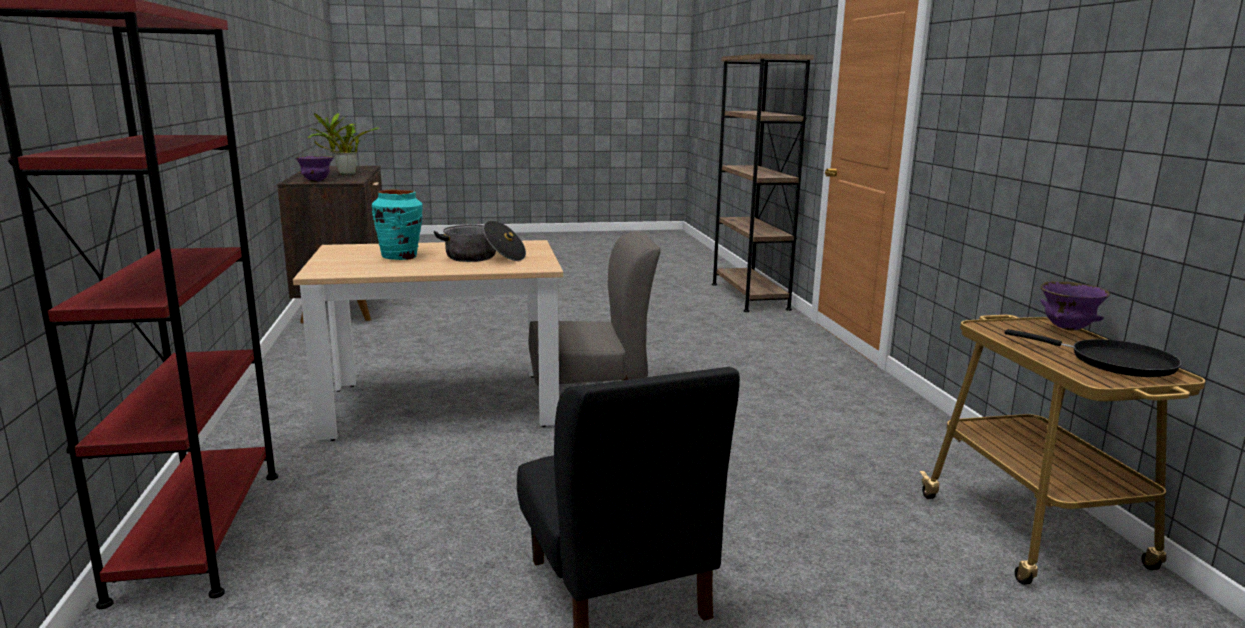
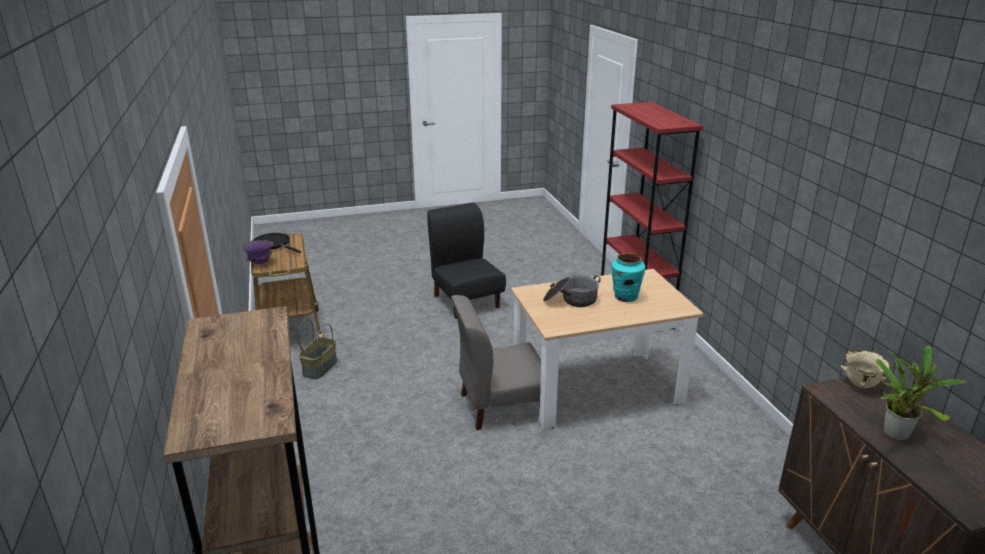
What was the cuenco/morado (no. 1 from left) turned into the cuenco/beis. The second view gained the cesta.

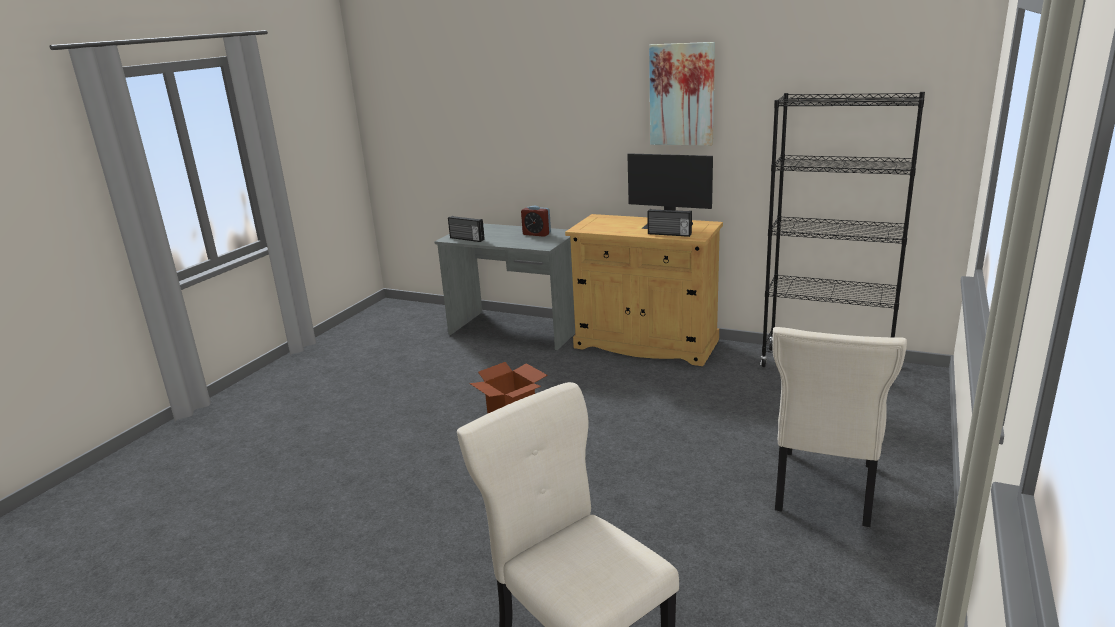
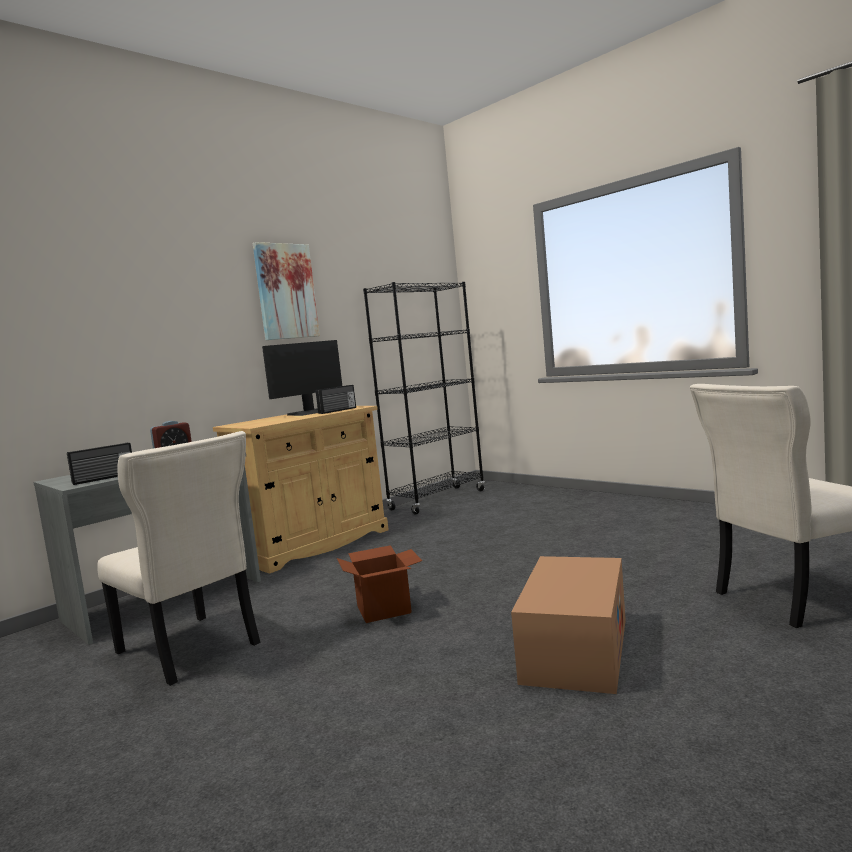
The silla/beis (no. 2 from left in the first image) ended up elsewhere. The second view gained the caja de cartón (no. 2 from left).

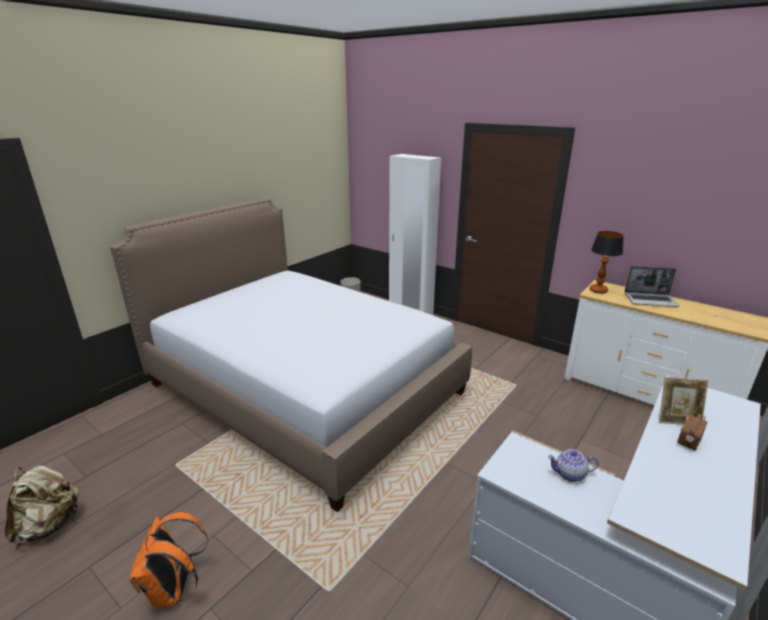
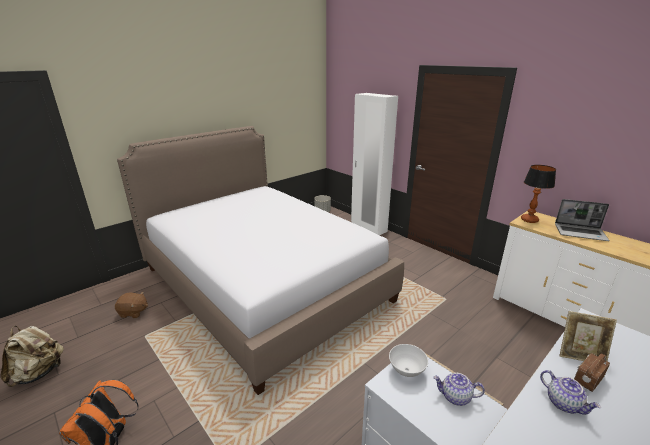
The second view gained the peluche/marrón. The second view gained the cuenco/blanco. The second view gained the tetera (no. 2 from left).

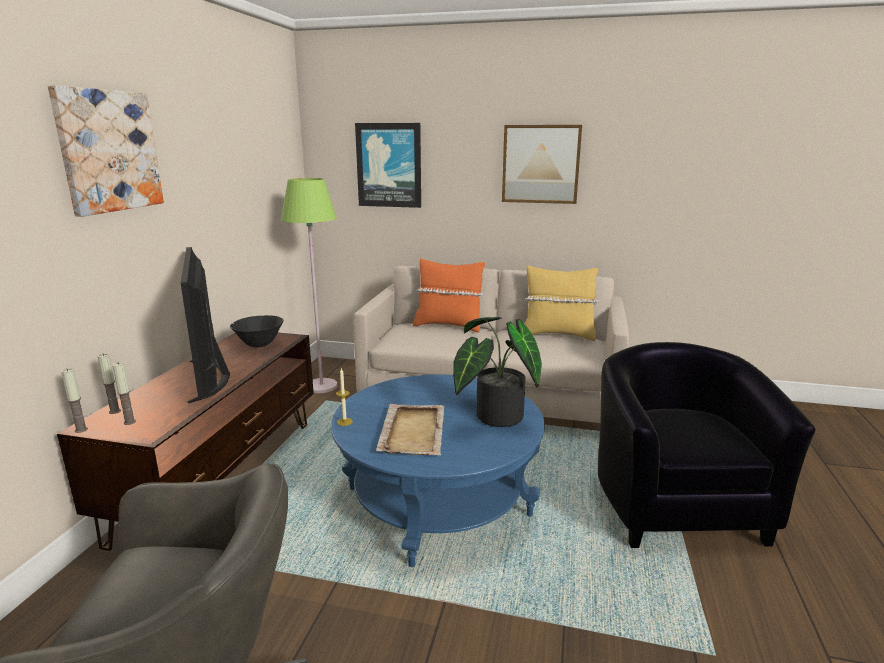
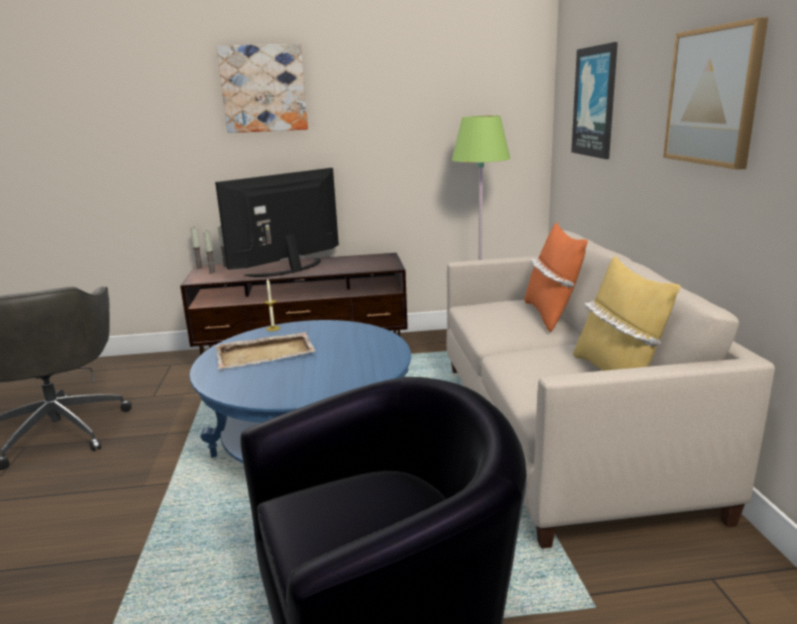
The second view lost the cuenco/negro. The second view lost the planta en maceta.

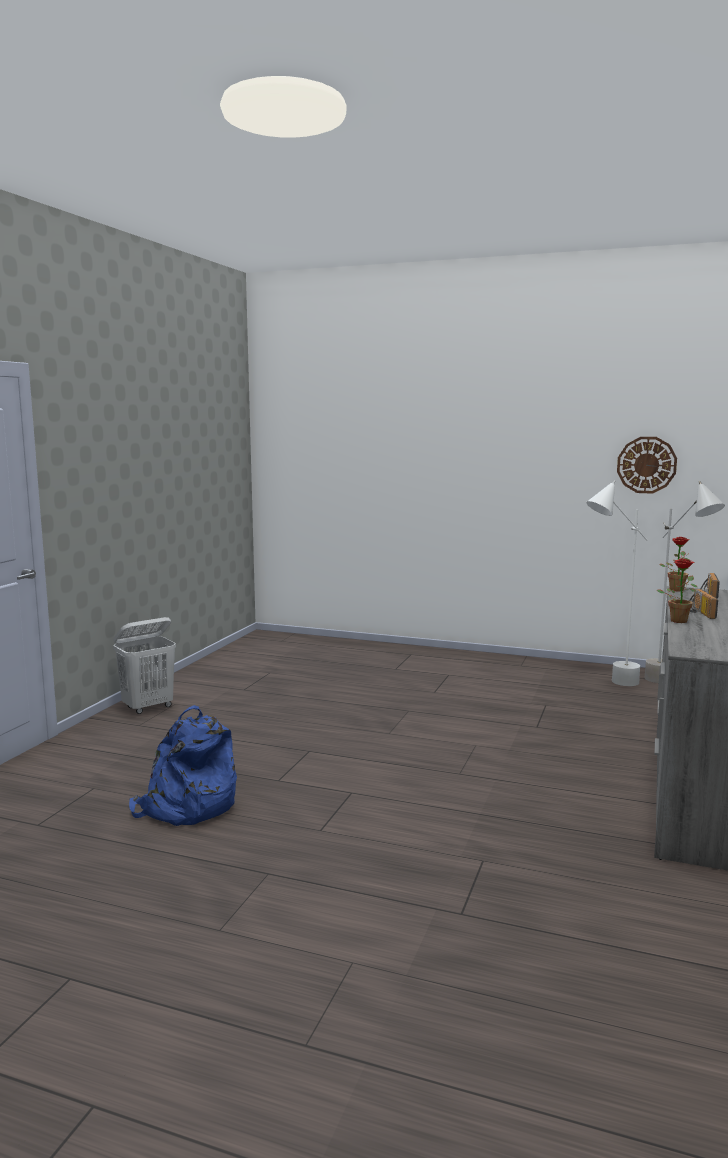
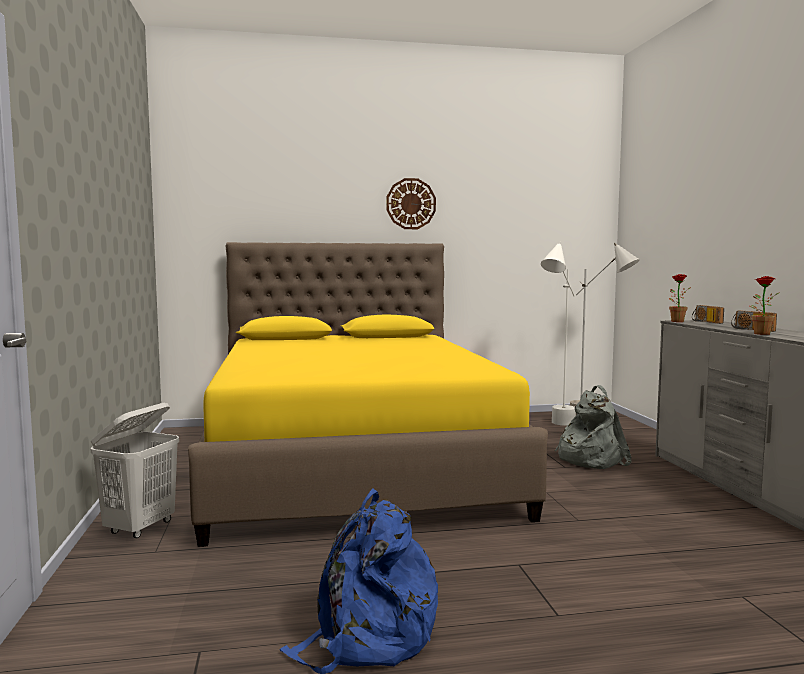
The reloj de pared ended up elsewhere. The second view gained the cama/amarillo. The second view gained the mochila/gris.

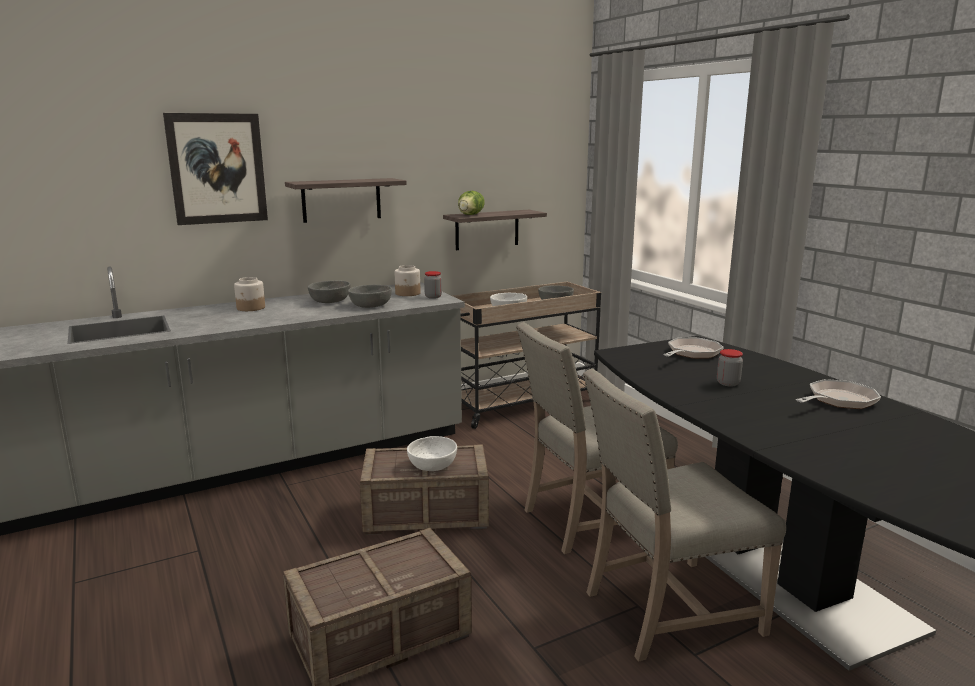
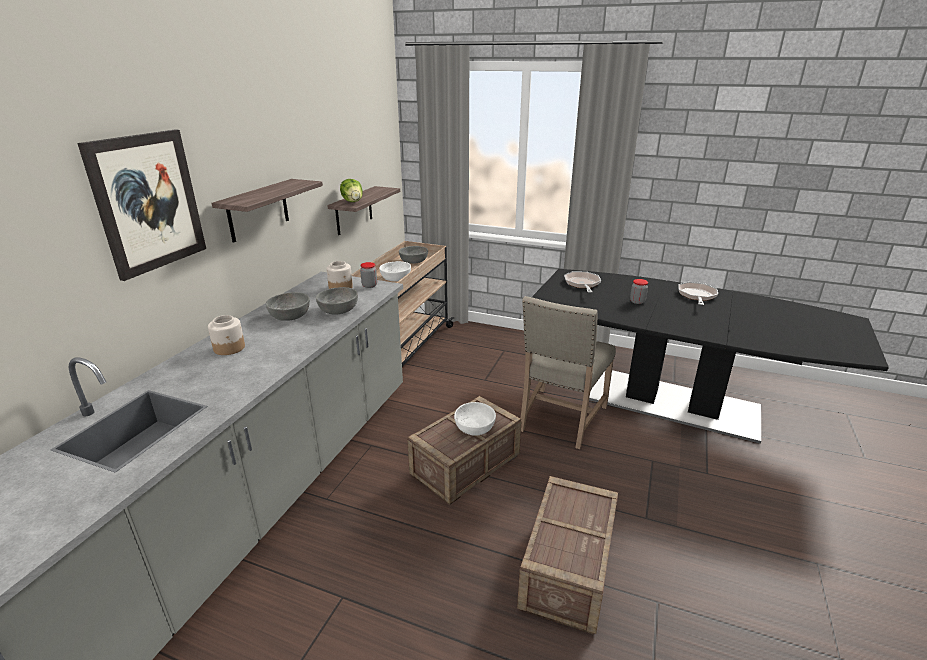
The second view lost the silla/beis (no. 2 from left).

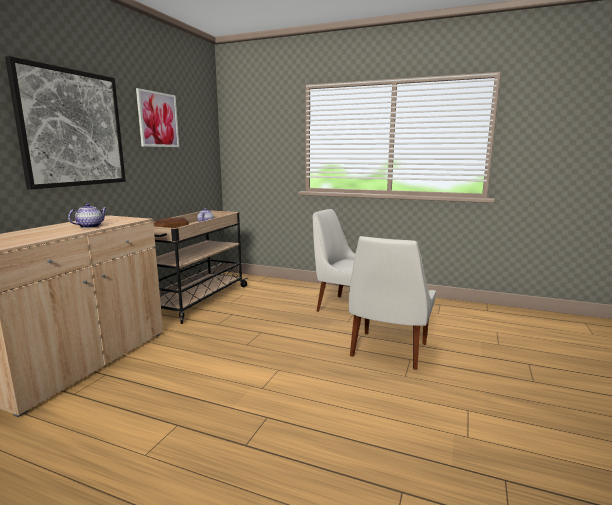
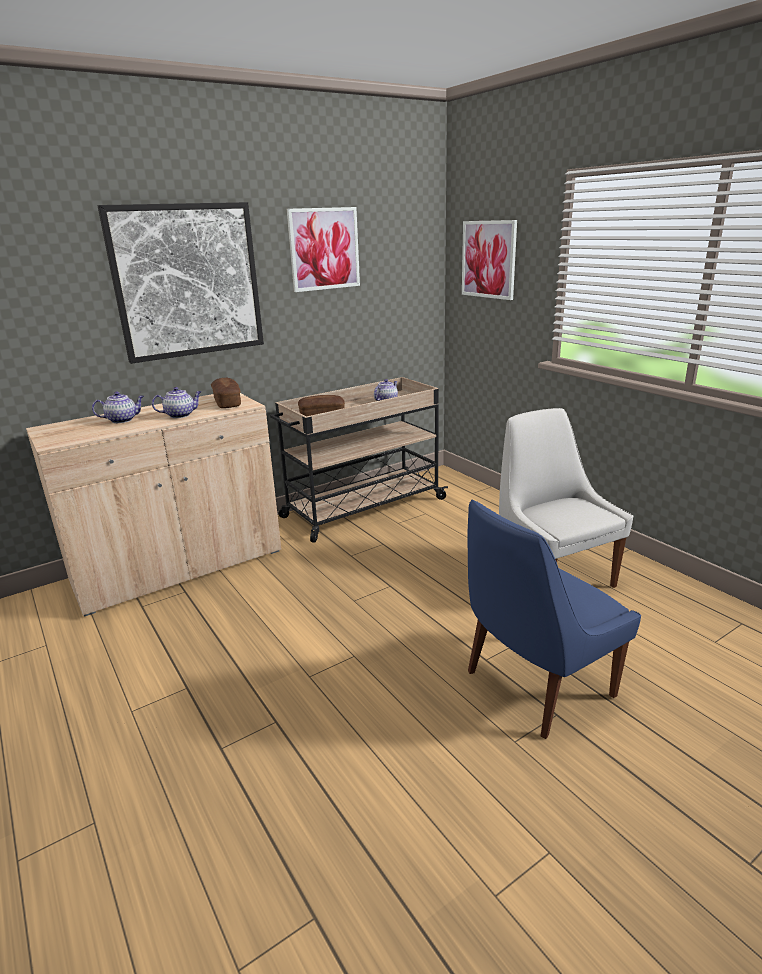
What was the silla/blanco (no. 2 from left) turned into the silla/azul. The second view gained the tetera (no. 1 from left). The second view gained the pan (no. 1 from left). The second view gained the cuadro (no. 3 from left).

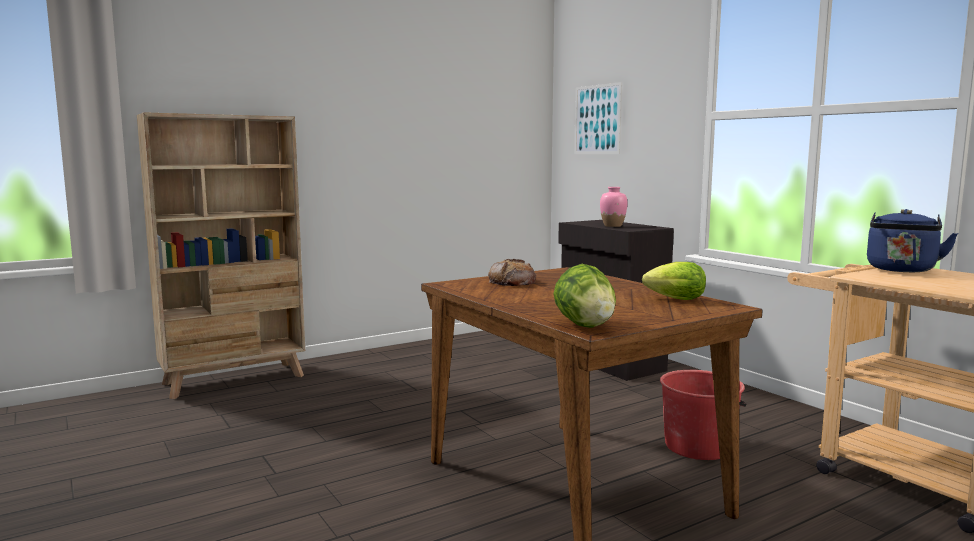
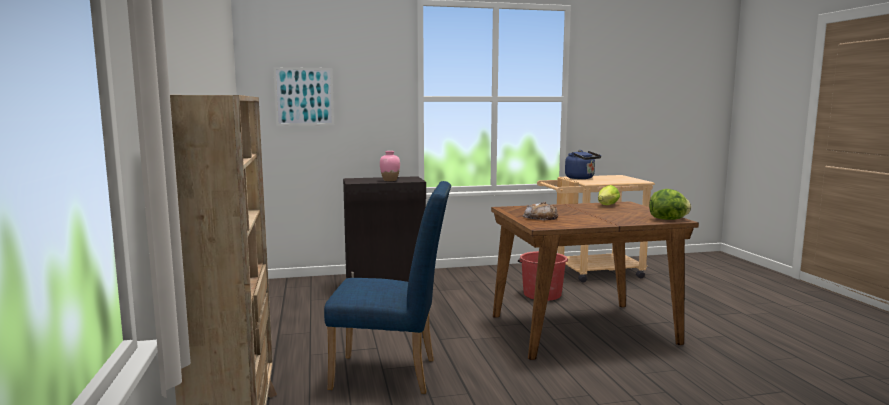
The second view gained the silla/azul.

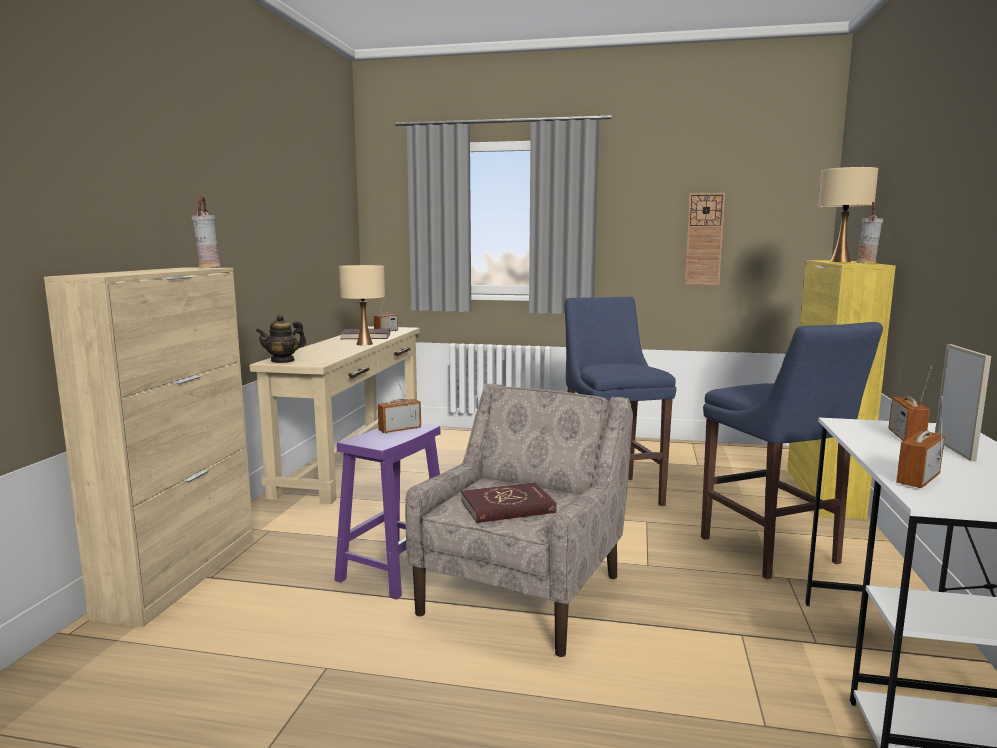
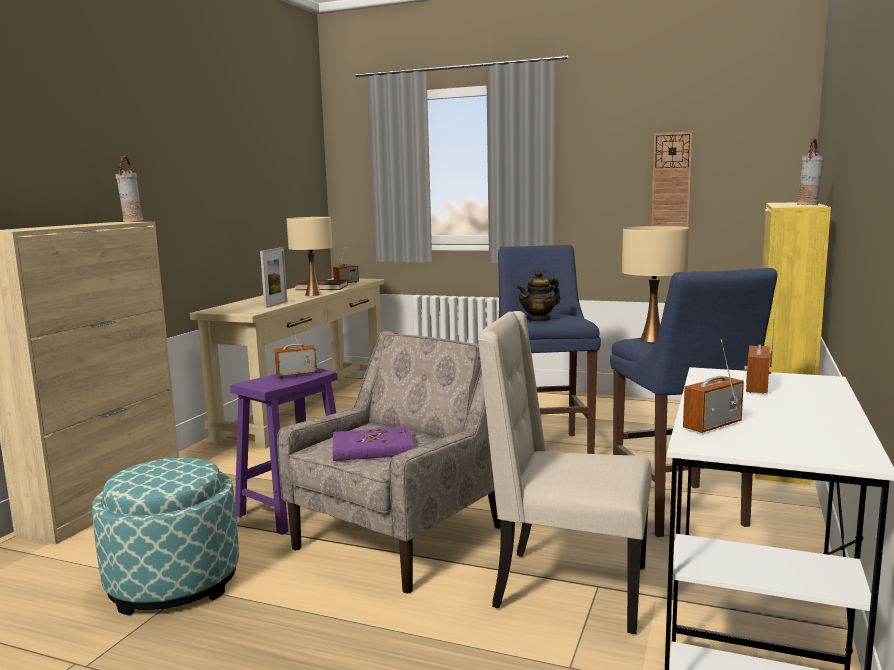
The tetera ended up elsewhere. What was the libro/rojo (no. 2 from left) turned into the libro/morado. The lámpara de mesa/beis (no. 2 from left) ended up elsewhere. The portarretratos ended up elsewhere. The second view gained the puf. The second view gained the silla/beis.

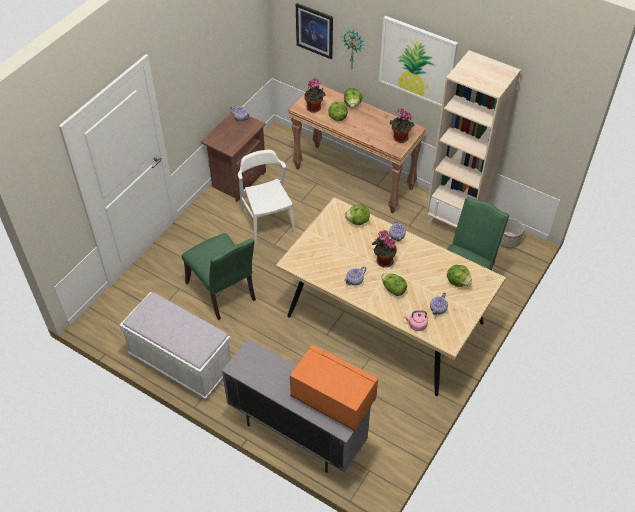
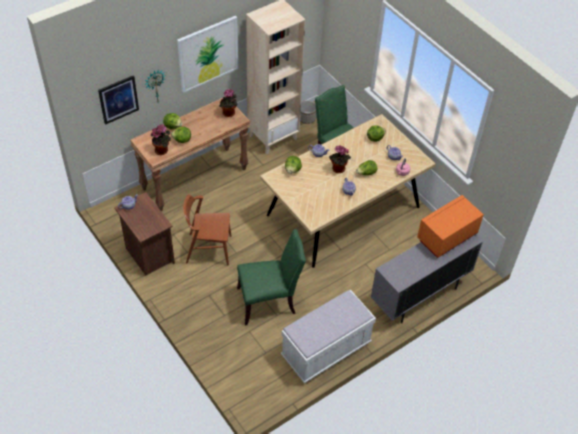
What was the silla/blanco turned into the silla/marrón.

